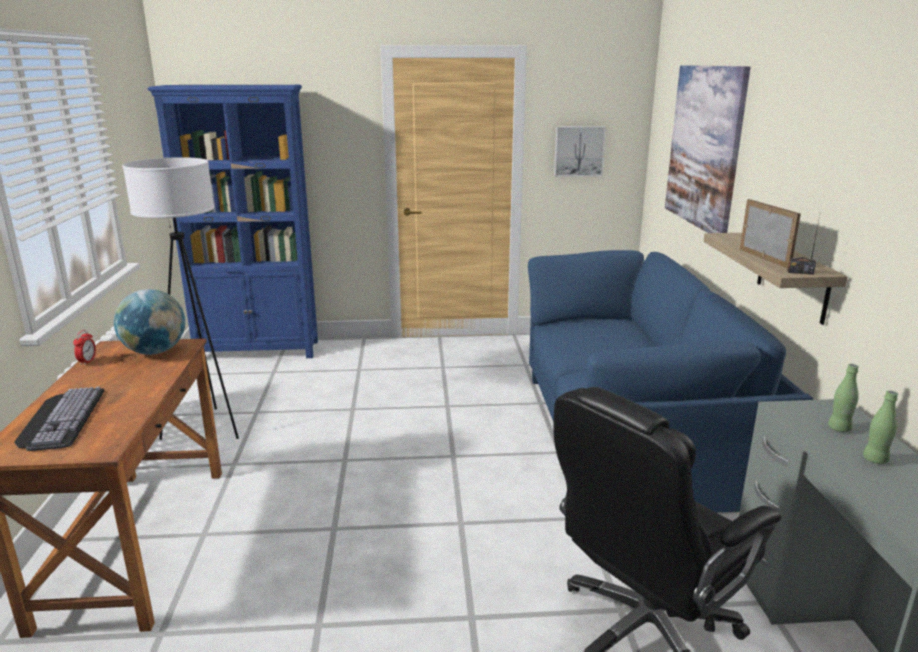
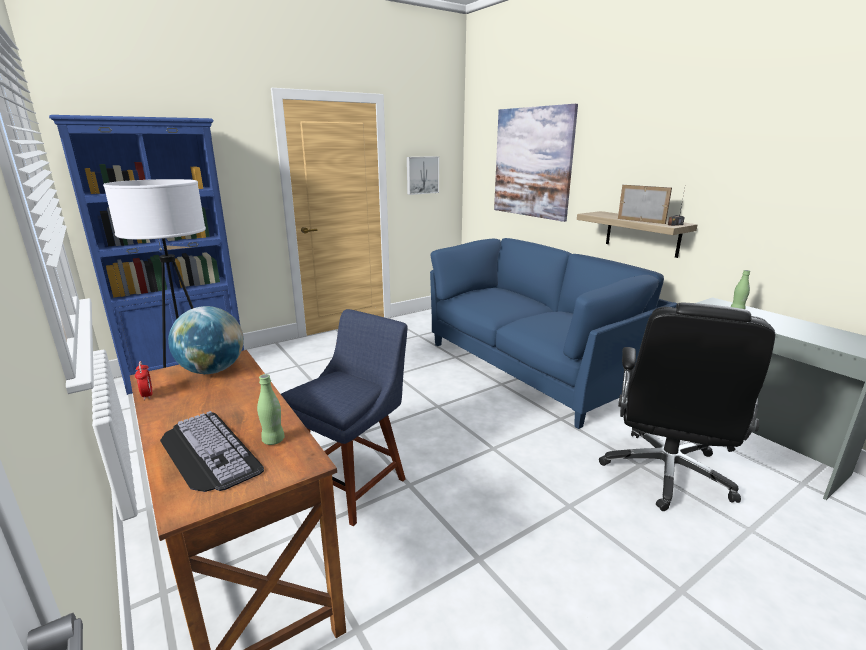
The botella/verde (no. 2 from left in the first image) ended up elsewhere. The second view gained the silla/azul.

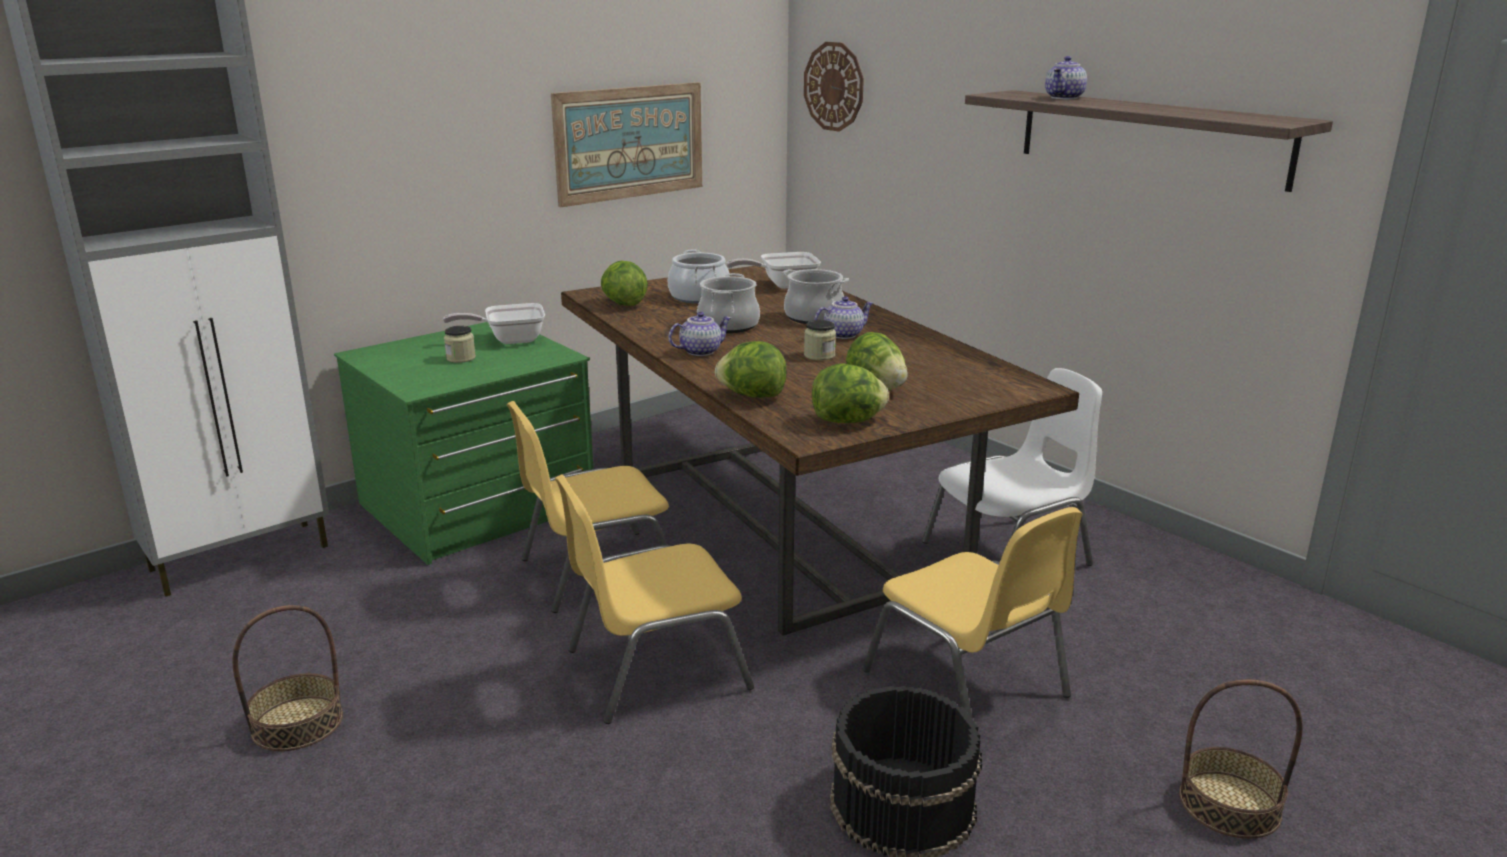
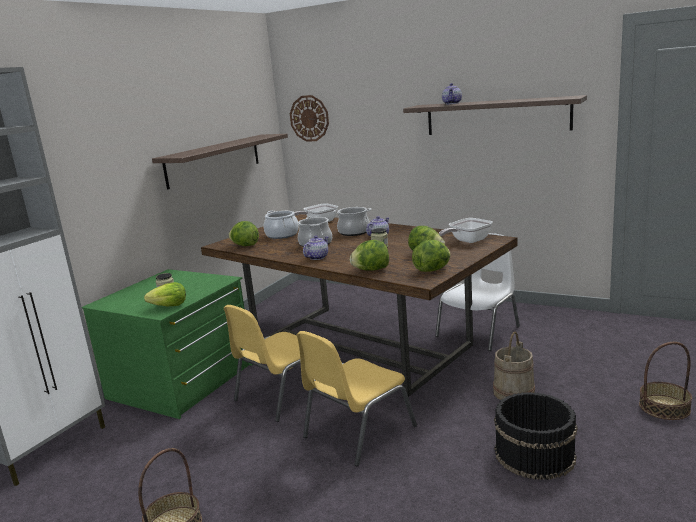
The sartén (no. 1 from left in the first image) ended up elsewhere. Where the cuadro hung, the estante (no. 1 from left) came to hang. Where the silla/amarillo (no. 3 from left) stood, the cubo/beis came to stand. The second view gained the lechuga (no. 1 from left).

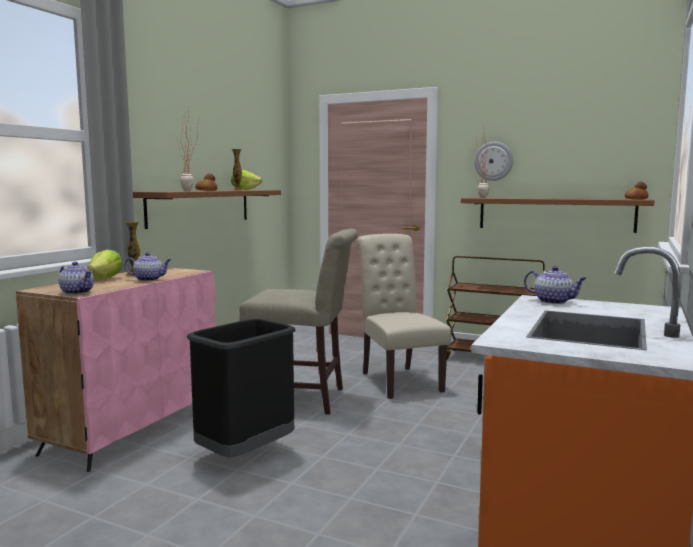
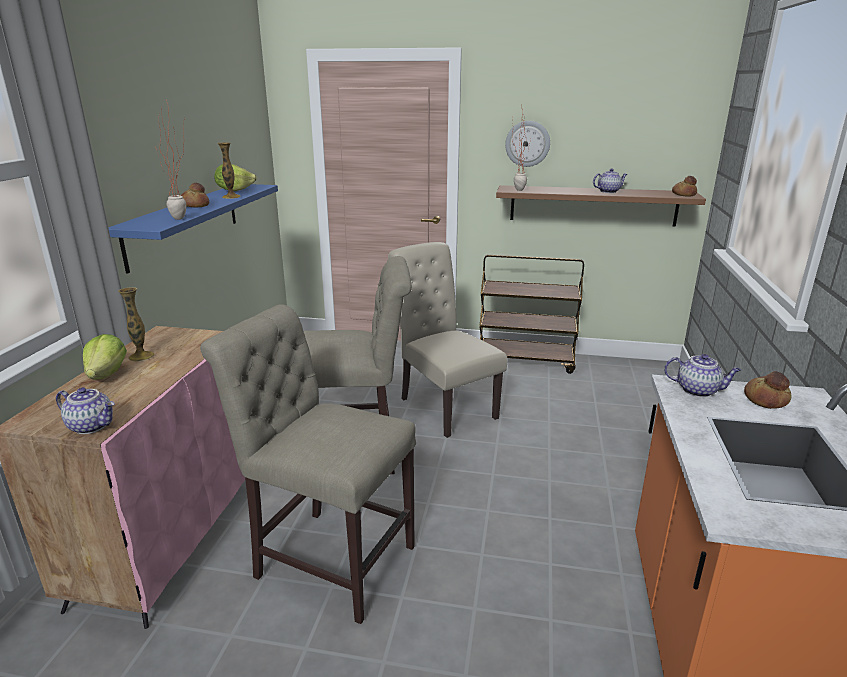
The tetera (no. 2 from left) ended up elsewhere. What was the estante/marrón (no. 1 from left) turned into the estante/azul. Where the papelera/negro stood, the silla/beis (no. 1 from left) came to stand. The second view gained the pan (no. 3 from left).

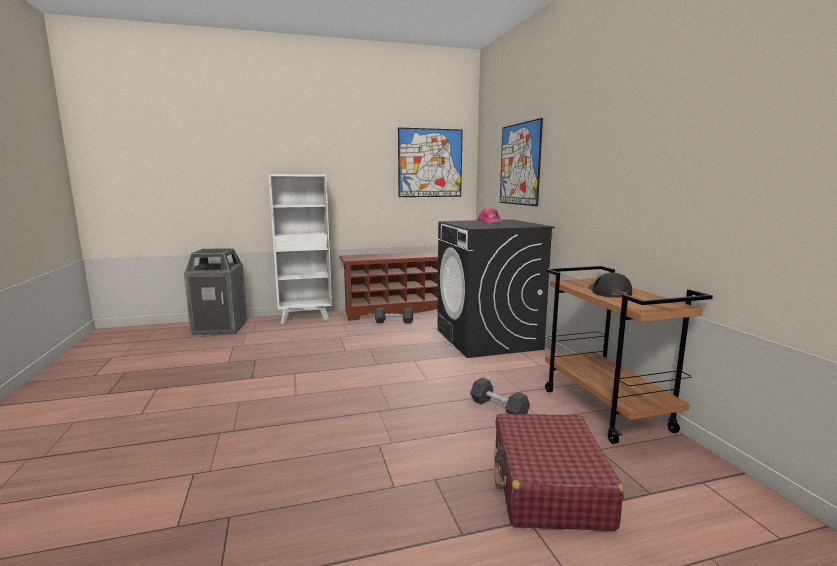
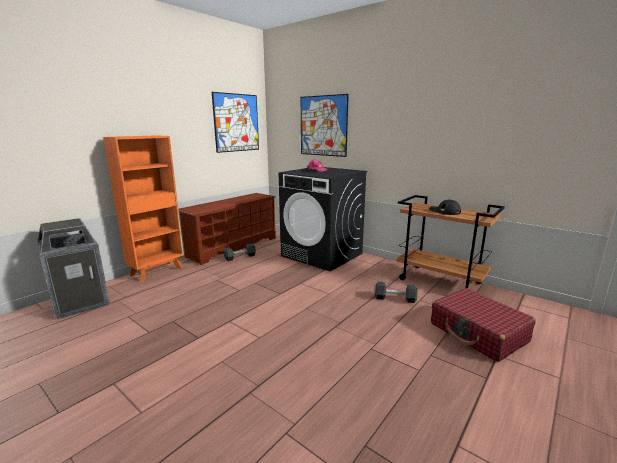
What was the estantería/blanco turned into the estantería/naranja.

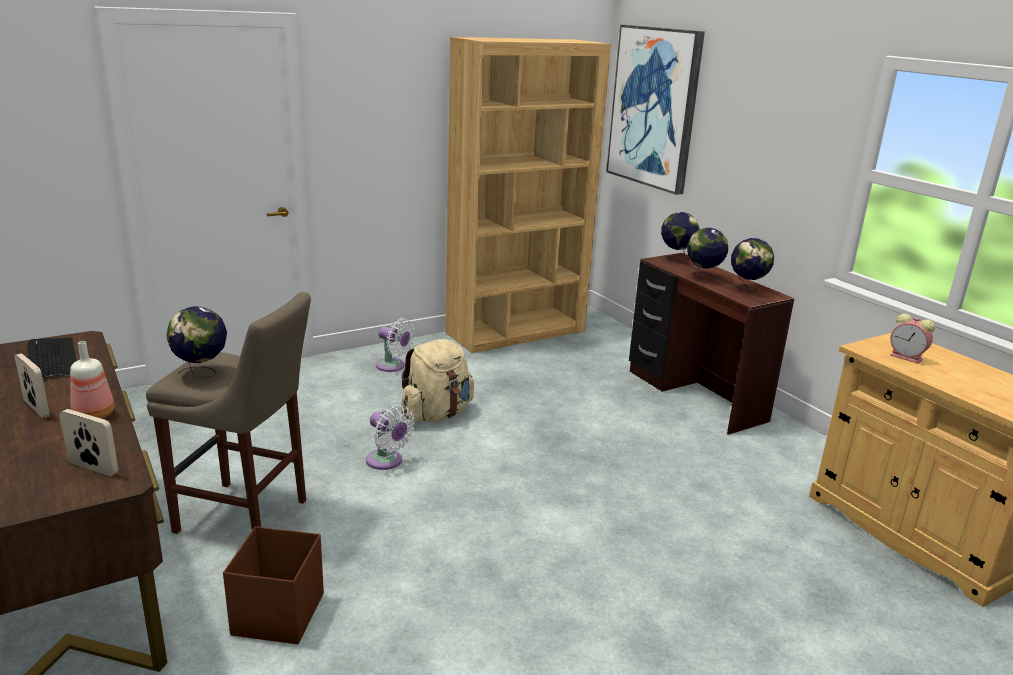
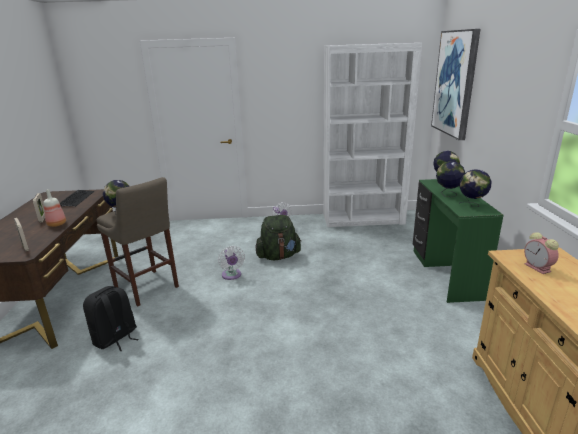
Where the caja de almacenaje/marrón stood, the mochila/negro came to stand. What was the mochila/beis turned into the mochila/verde. What was the estantería/marrón turned into the estantería/blanco. What was the escritorio/marrón (no. 2 from left) turned into the escritorio/verde.

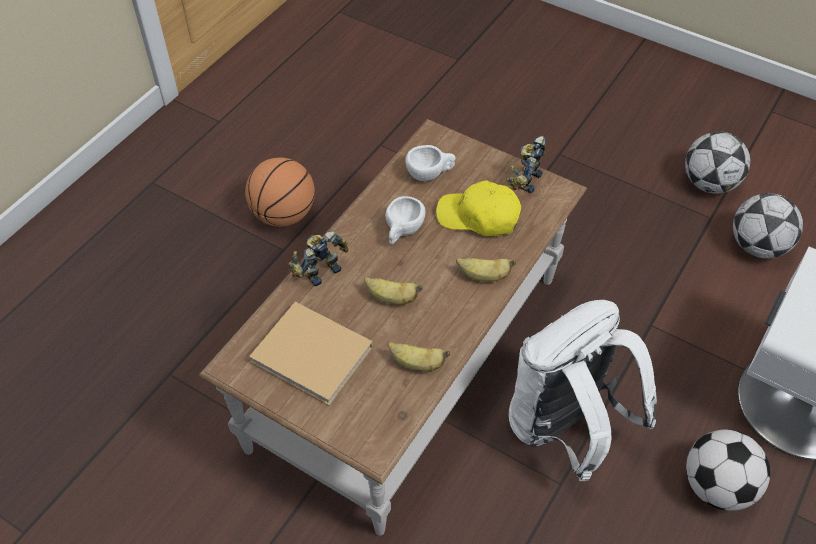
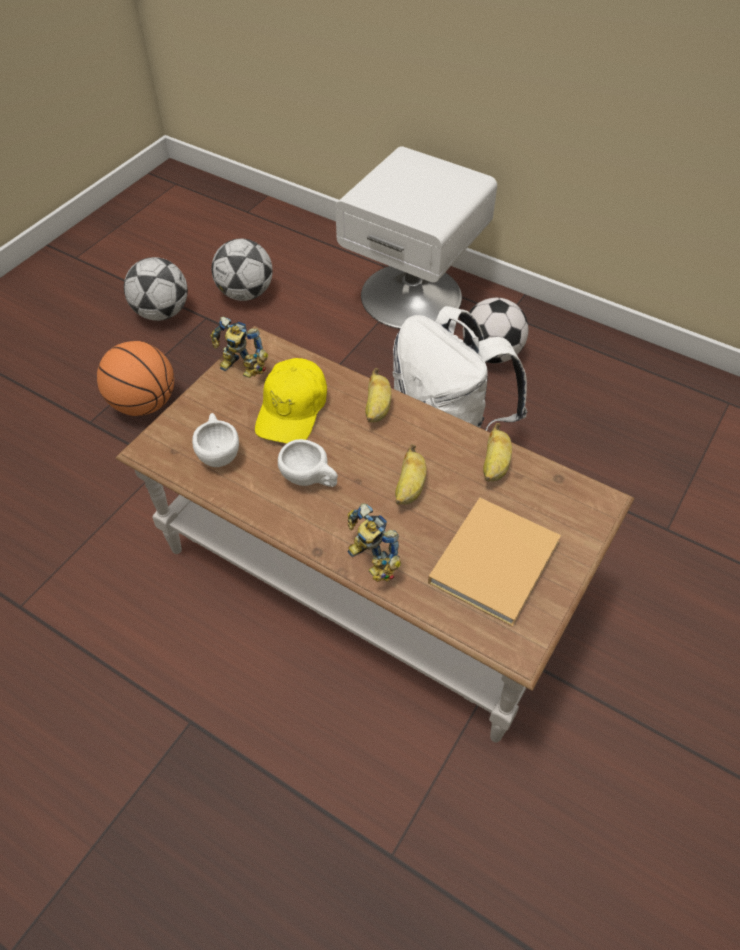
The balón de baloncesto ended up elsewhere.

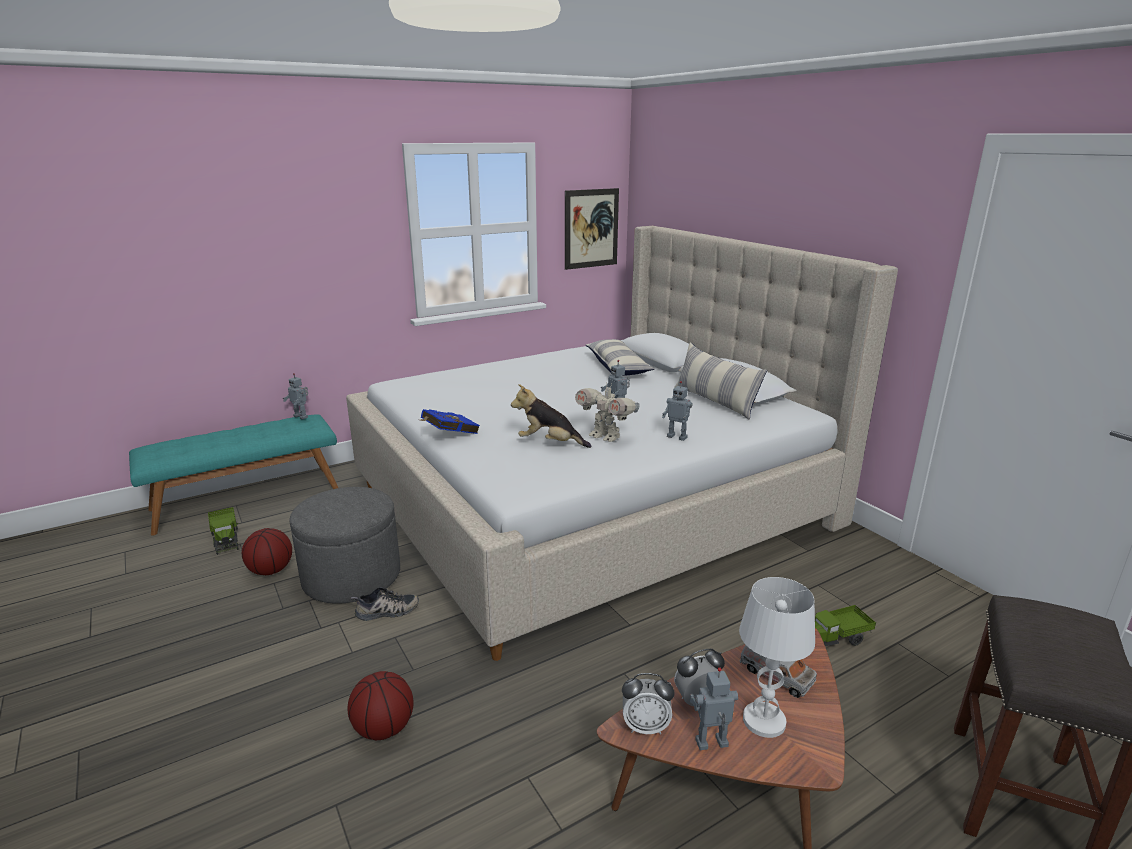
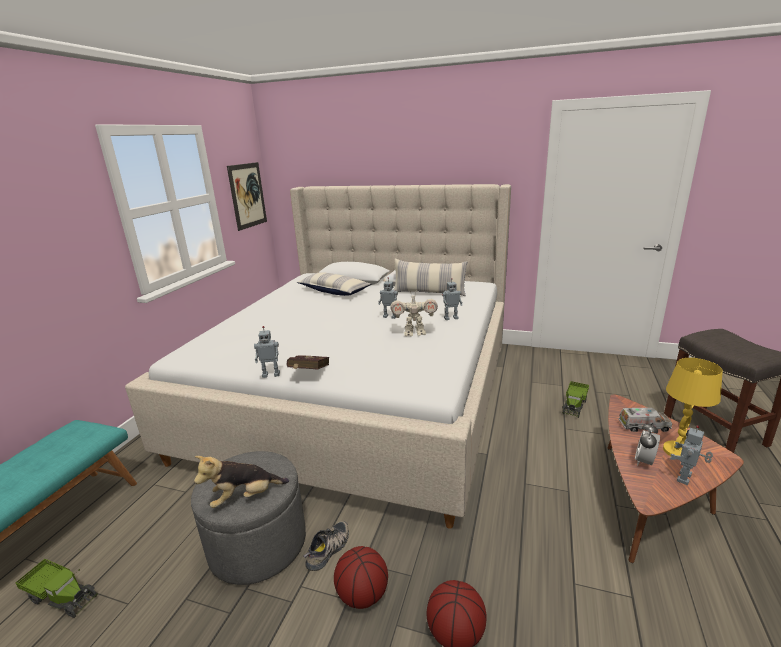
The balón de baloncesto (no. 1 from left) ended up elsewhere. The robot de juguete (no. 1 from left) ended up elsewhere. What was the libro/azul turned into the libro/rojo. The peluche ended up elsewhere. The second view lost the despertador (no. 1 from left). What was the lámpara de mesa/blanco turned into the lámpara de mesa/amarillo.

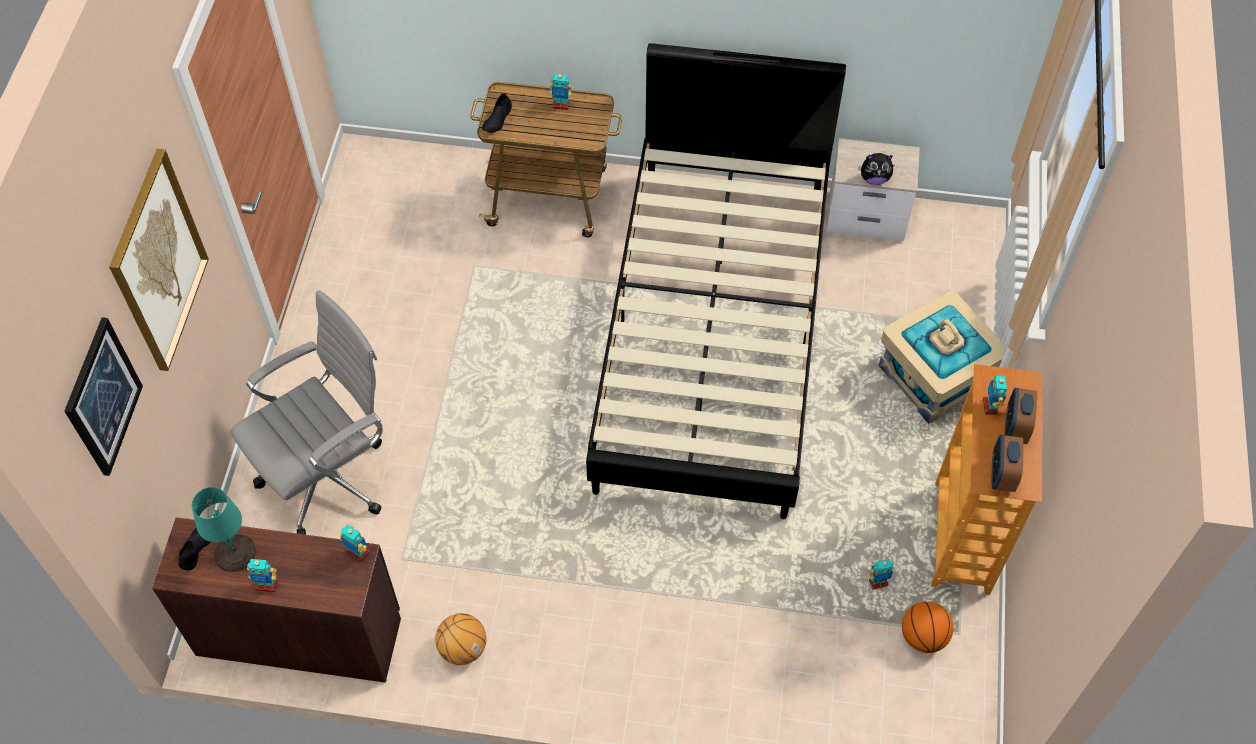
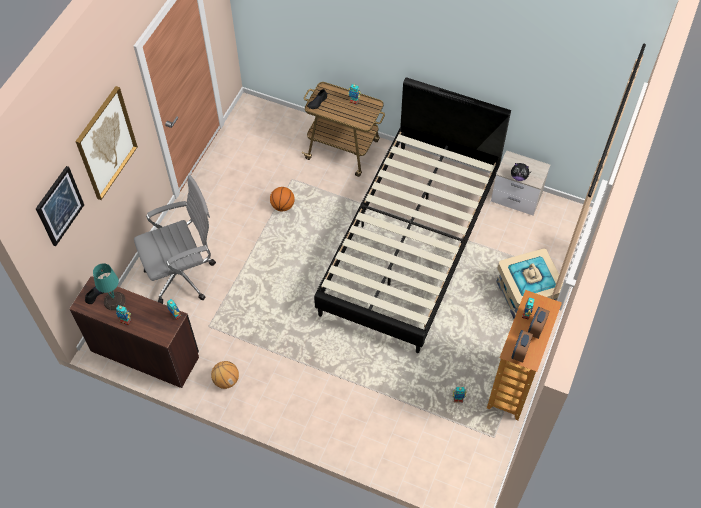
The balón de baloncesto (no. 2 from left) ended up elsewhere.

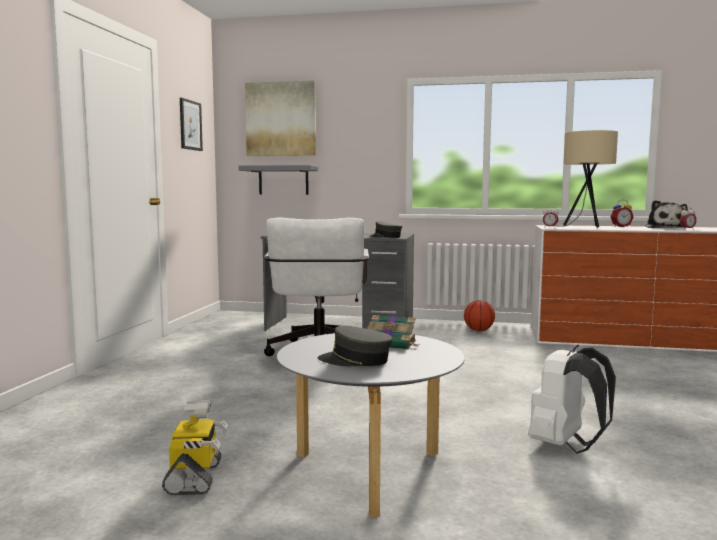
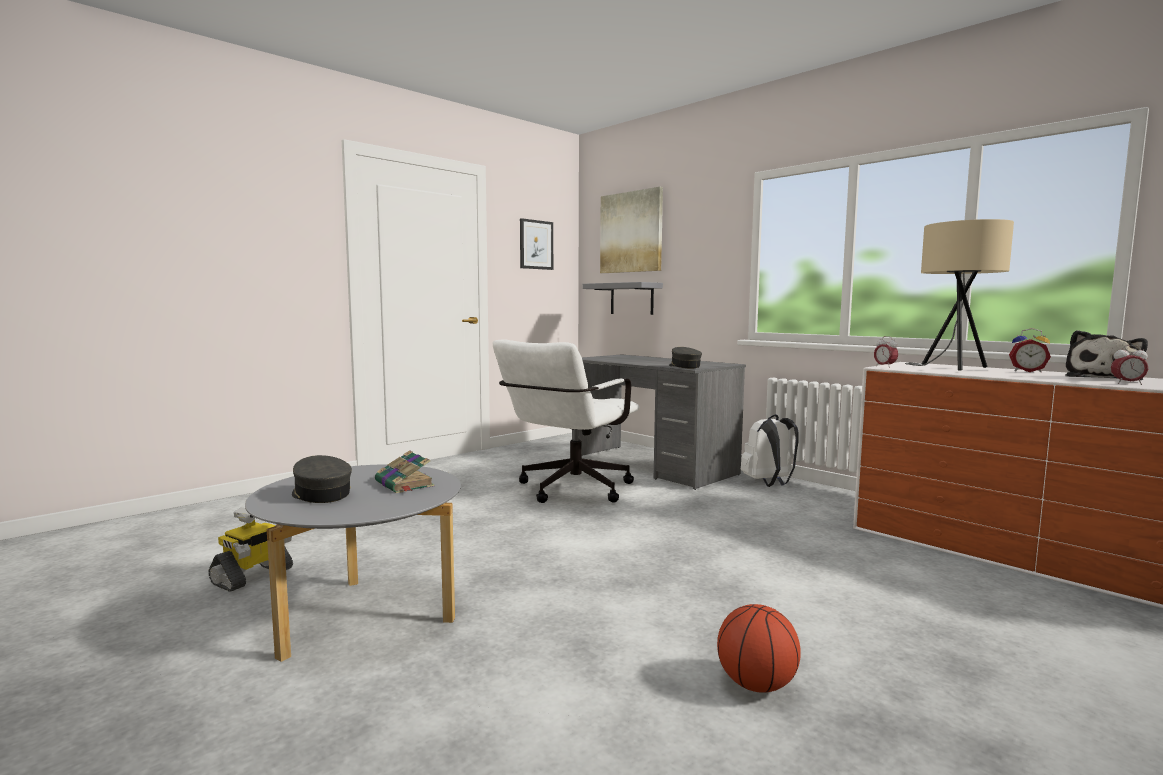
The balón de baloncesto ended up elsewhere. The mochila/blanco ended up elsewhere.

